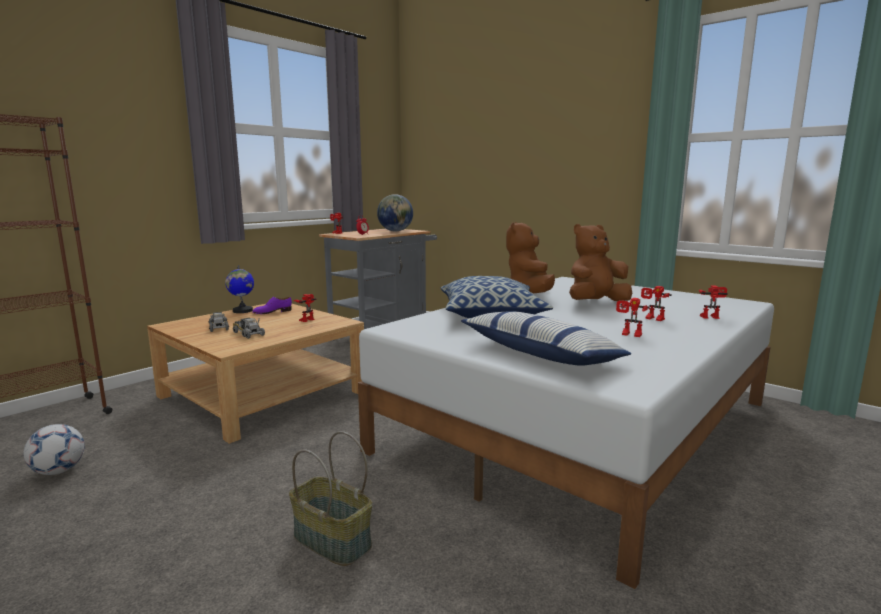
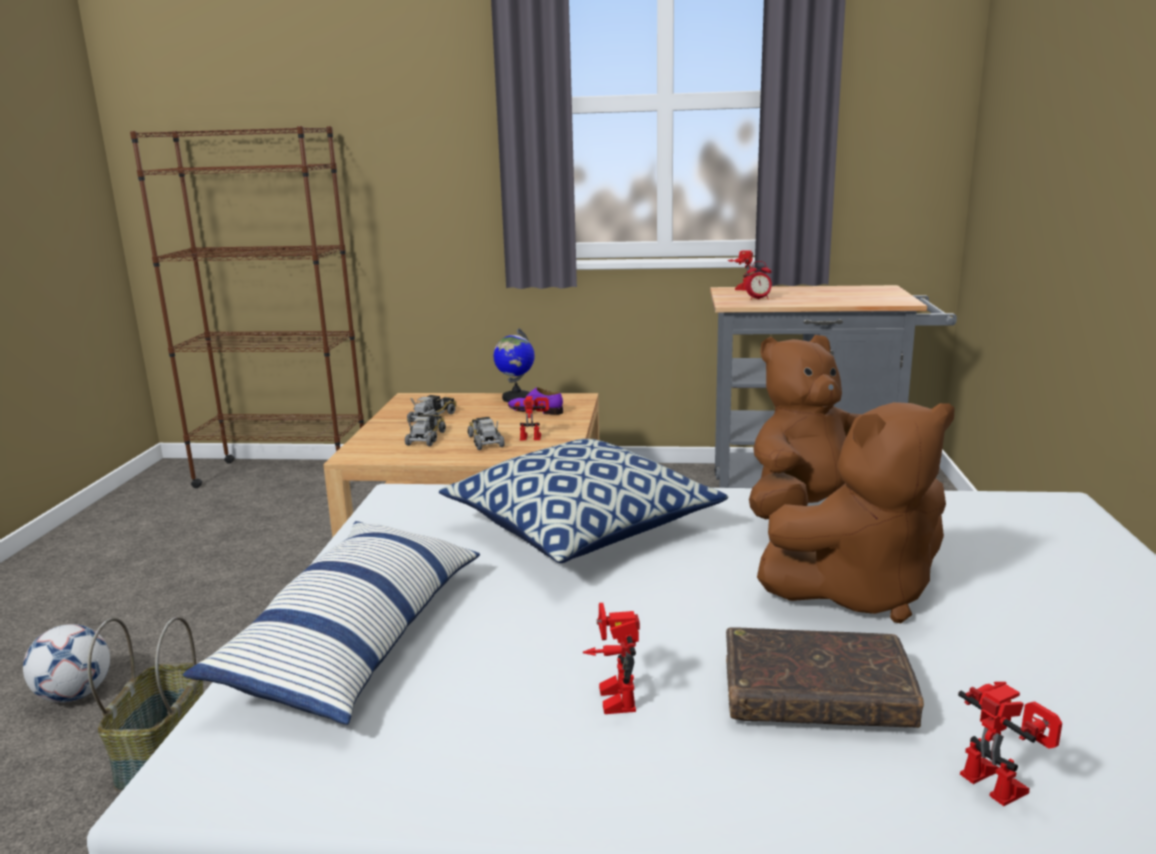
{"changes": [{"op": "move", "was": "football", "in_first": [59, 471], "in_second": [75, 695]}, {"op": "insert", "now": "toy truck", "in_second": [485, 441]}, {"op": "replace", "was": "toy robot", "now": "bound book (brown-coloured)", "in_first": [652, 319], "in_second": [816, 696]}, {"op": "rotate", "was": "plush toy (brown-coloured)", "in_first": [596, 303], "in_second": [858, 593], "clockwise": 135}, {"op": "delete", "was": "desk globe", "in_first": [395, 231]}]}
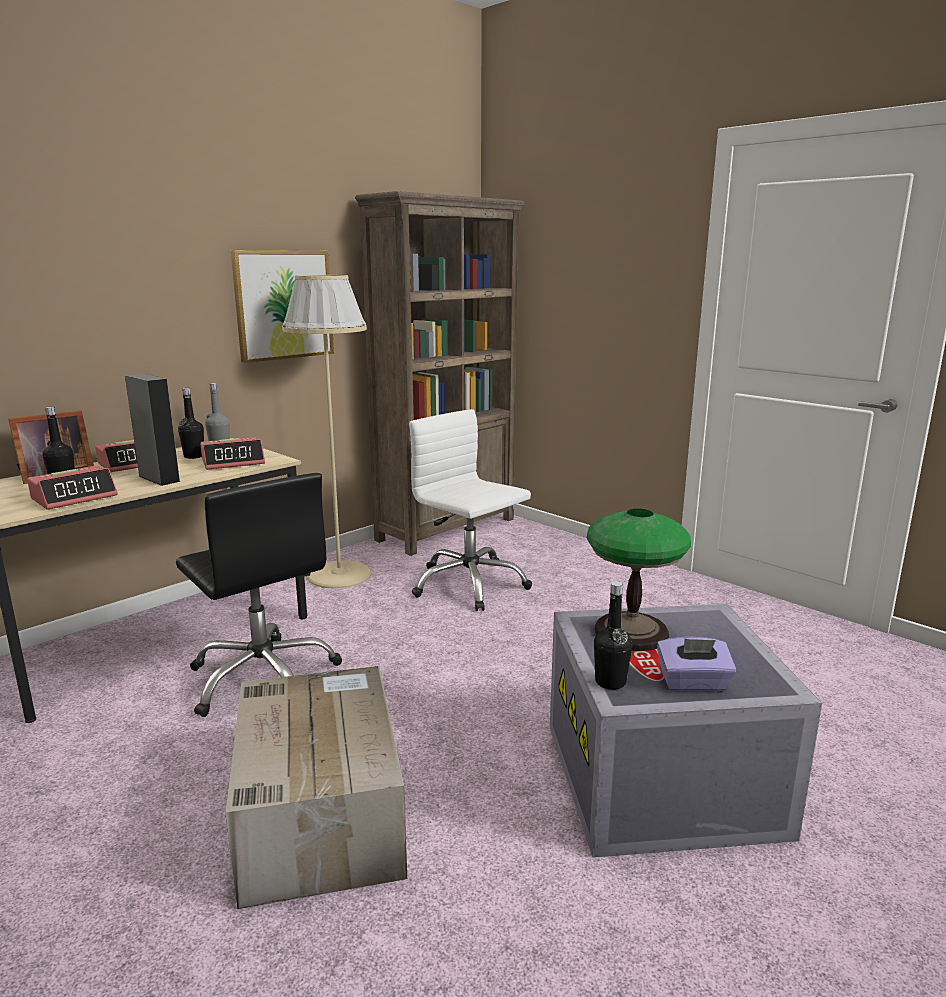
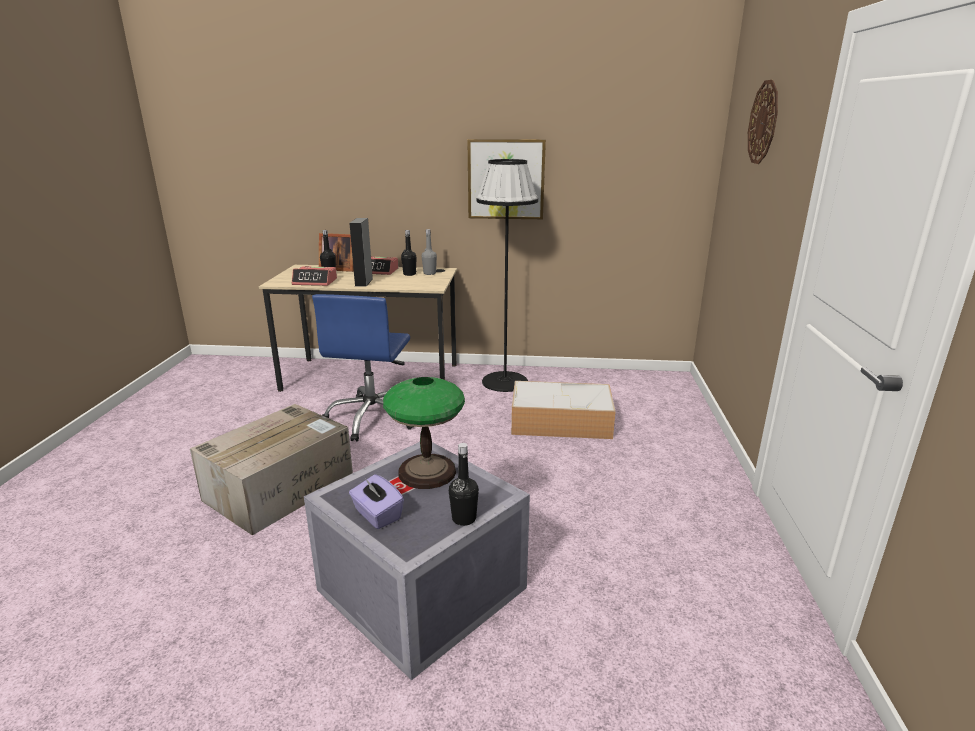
{"changes": [{"op": "recolor", "was": "office chair (black-coloured)", "now": "office chair (blue)", "in_first": [264, 678], "in_second": [372, 418]}, {"op": "move", "was": "beverage bottle (black-coloured)", "in_first": [610, 682], "in_second": [464, 518]}, {"op": "recolor", "was": "floor lamp (beige-coloured)", "now": "floor lamp (black-coloured)", "in_first": [339, 574], "in_second": [505, 381]}, {"op": "replace", "was": "office chair (white-coloured)", "now": "storage container", "in_first": [469, 584], "in_second": [562, 421]}, {"op": "insert", "now": "hanging clock", "in_second": [763, 122]}, {"op": "delete", "was": "bedside clock", "in_first": [233, 462]}, {"op": "delete", "was": "bookcase (brown-coloured)", "in_first": [447, 529]}]}
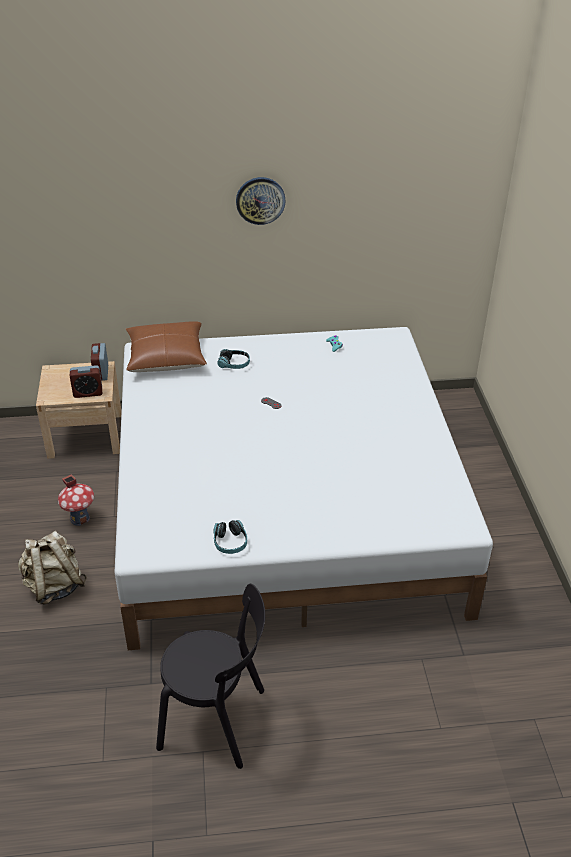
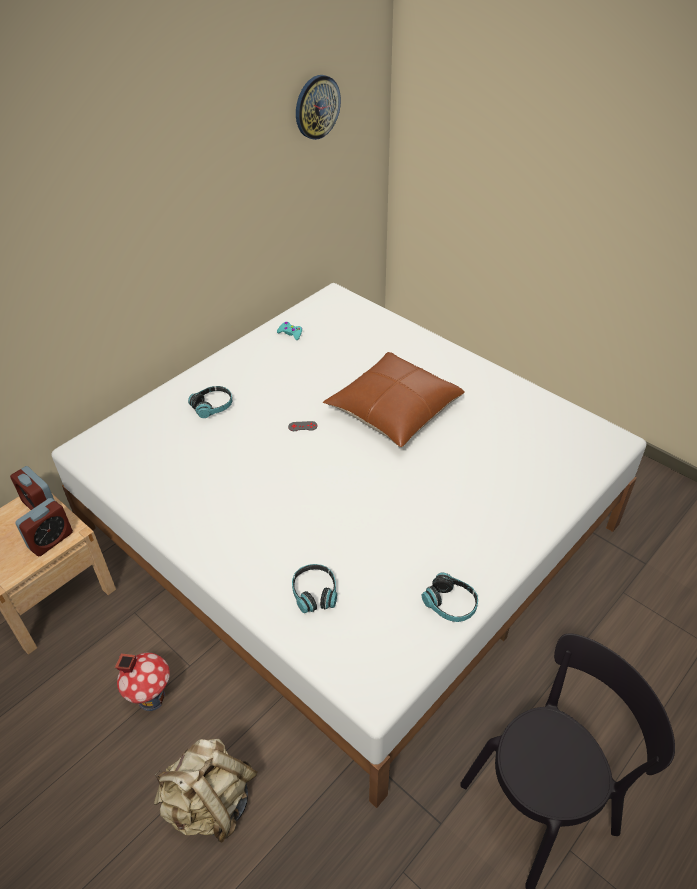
{"changes": [{"op": "insert", "now": "headphones", "in_second": [314, 593]}, {"op": "move", "was": "hanging clock", "in_first": [260, 200], "in_second": [317, 107]}, {"op": "move", "was": "cushion (brown-coloured)", "in_first": [166, 357], "in_second": [393, 410]}]}
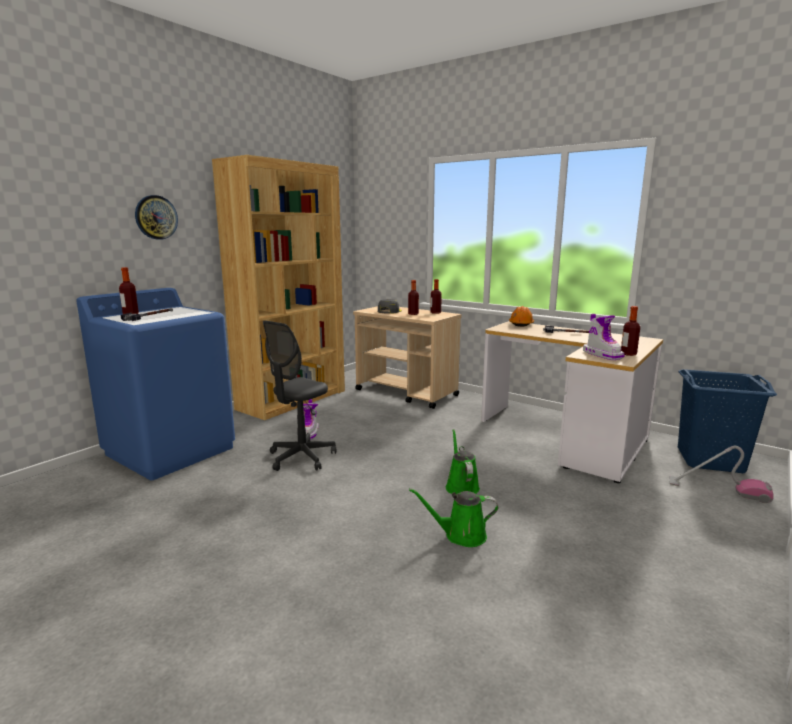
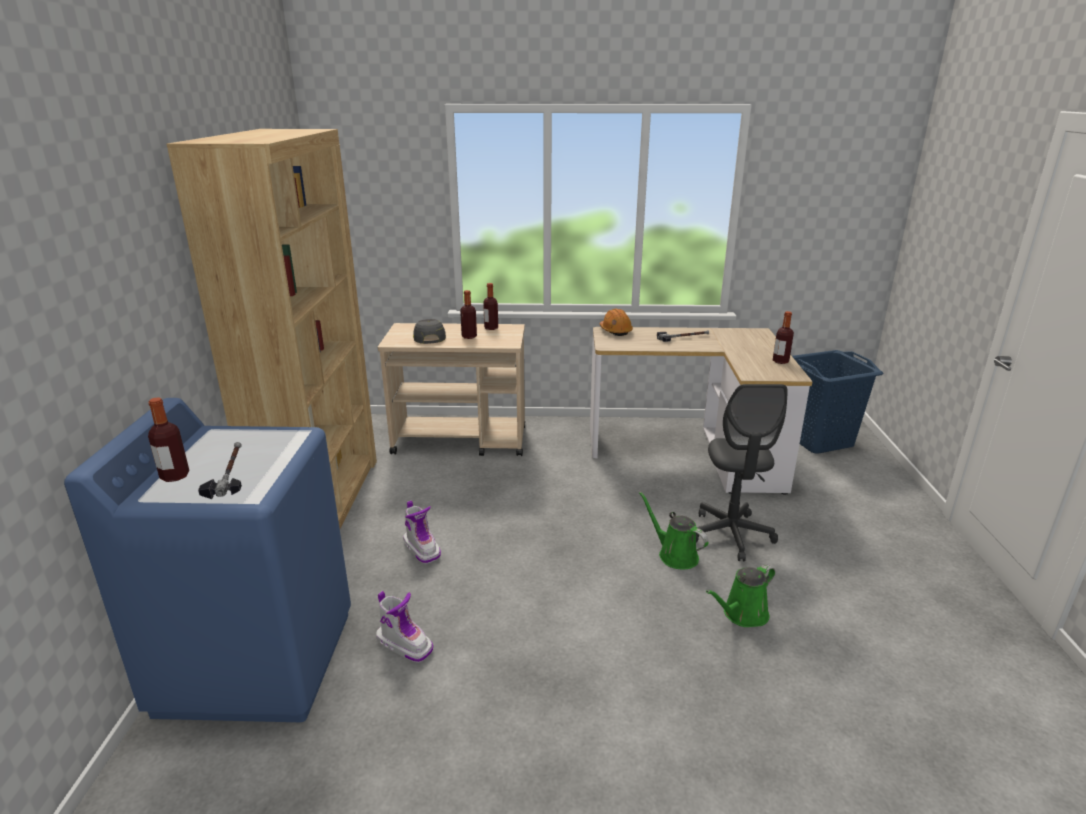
{"changes": [{"op": "move", "was": "tall boot", "in_first": [602, 354], "in_second": [405, 644]}, {"op": "move", "was": "office chair (gray)", "in_first": [301, 457], "in_second": [731, 535]}, {"op": "delete", "was": "hanging clock", "in_first": [156, 217]}, {"op": "delete", "was": "hoover", "in_first": [718, 490]}]}
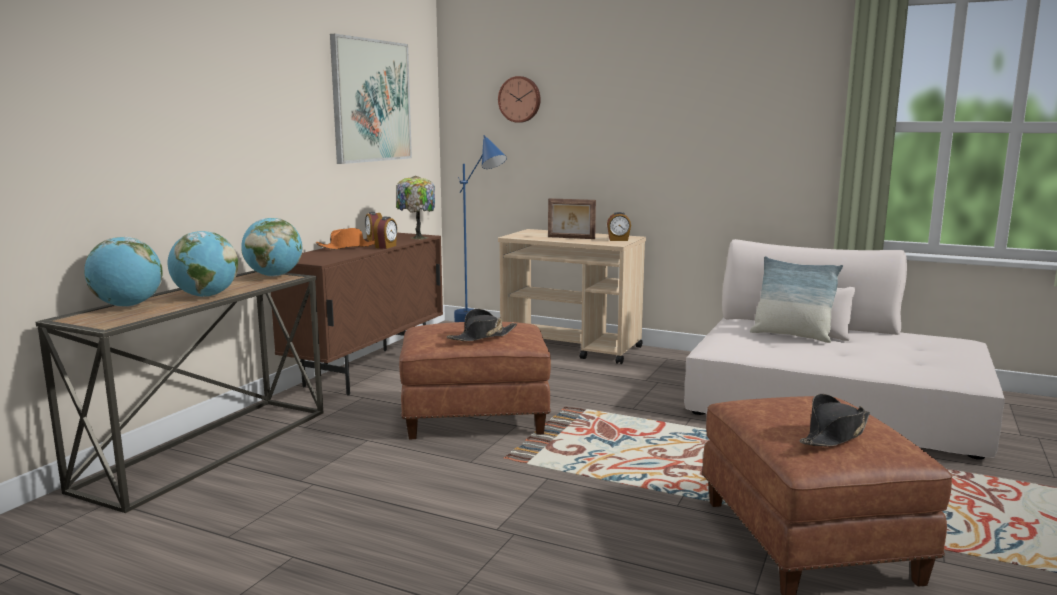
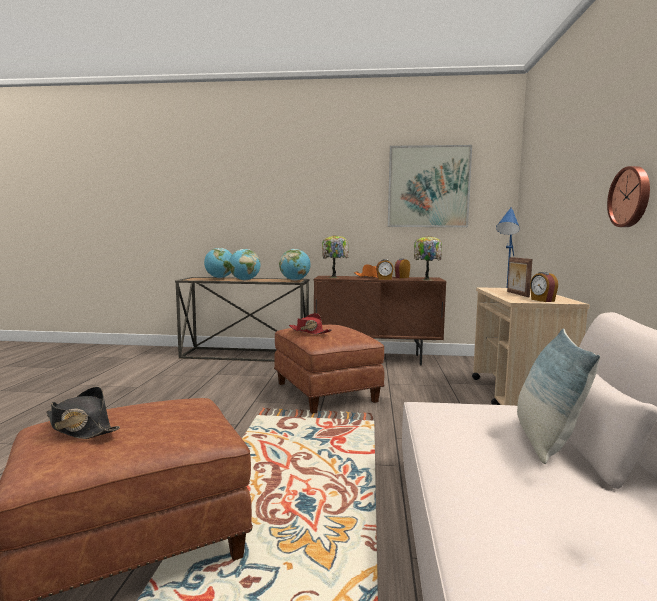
{"changes": [{"op": "recolor", "was": "wearable hat (black-coloured)", "now": "wearable hat (red-coloured)", "in_first": [482, 336], "in_second": [309, 331]}, {"op": "insert", "now": "tabletop lamp", "in_second": [334, 277]}, {"op": "move", "was": "hanging clock", "in_first": [520, 99], "in_second": [631, 197]}]}
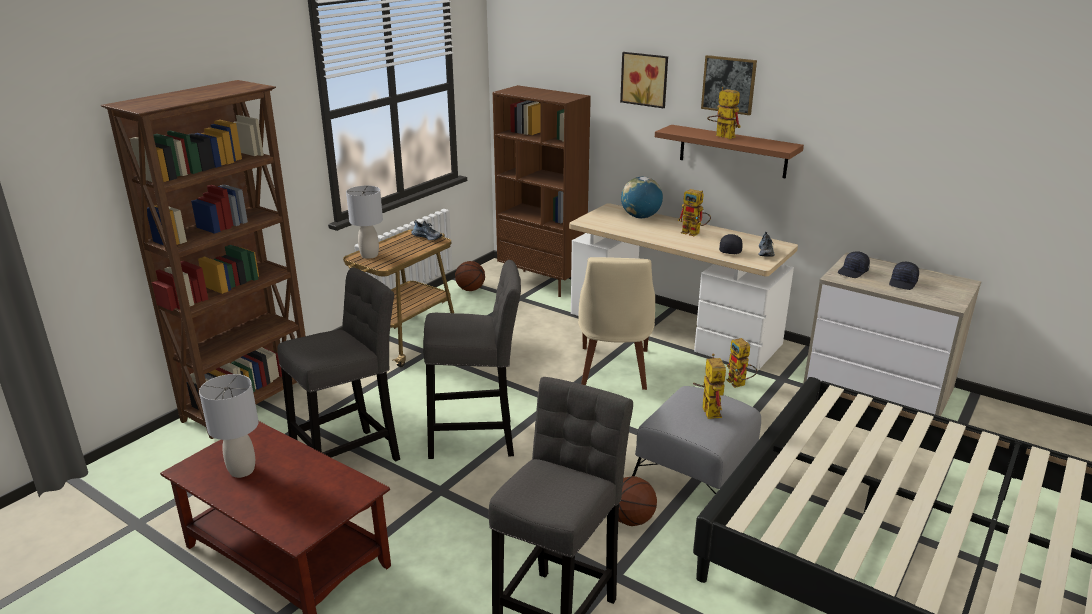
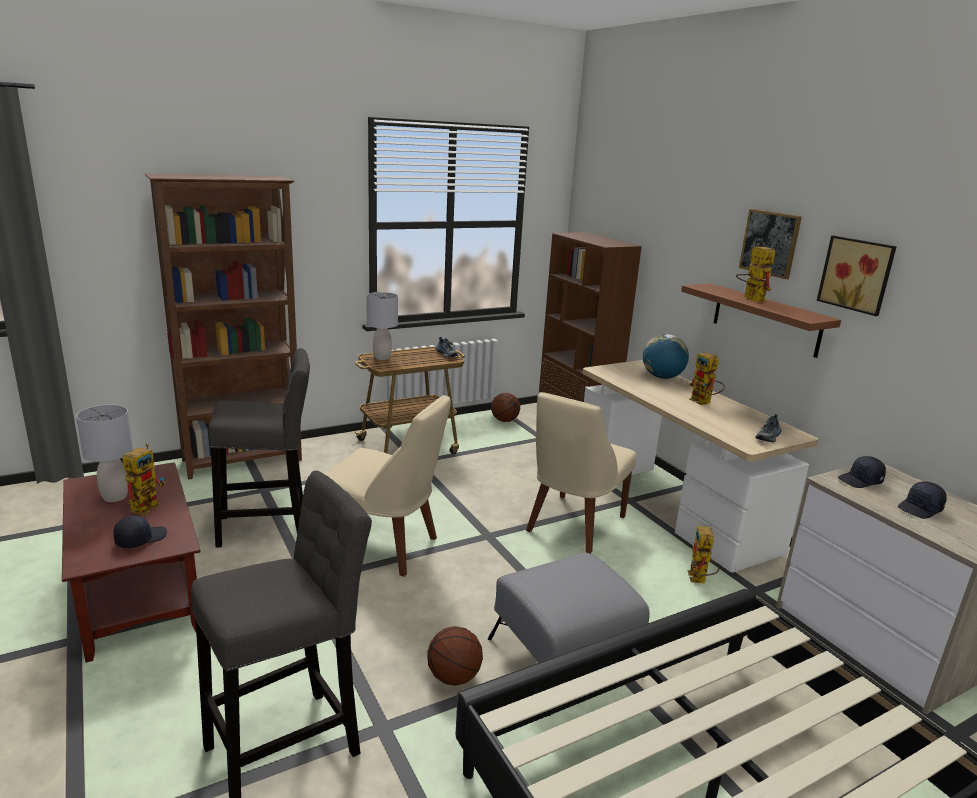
{"changes": [{"op": "move", "was": "baseball cap (black-coloured)", "in_first": [730, 250], "in_second": [140, 539]}, {"op": "move", "was": "toy robot", "in_first": [707, 409], "in_second": [148, 505]}, {"op": "replace", "was": "stool seat (gray)", "now": "plain chair (beige-coloured)", "in_first": [477, 439], "in_second": [384, 547]}, {"op": "move", "was": "wall picture", "in_first": [645, 79], "in_second": [857, 274]}]}
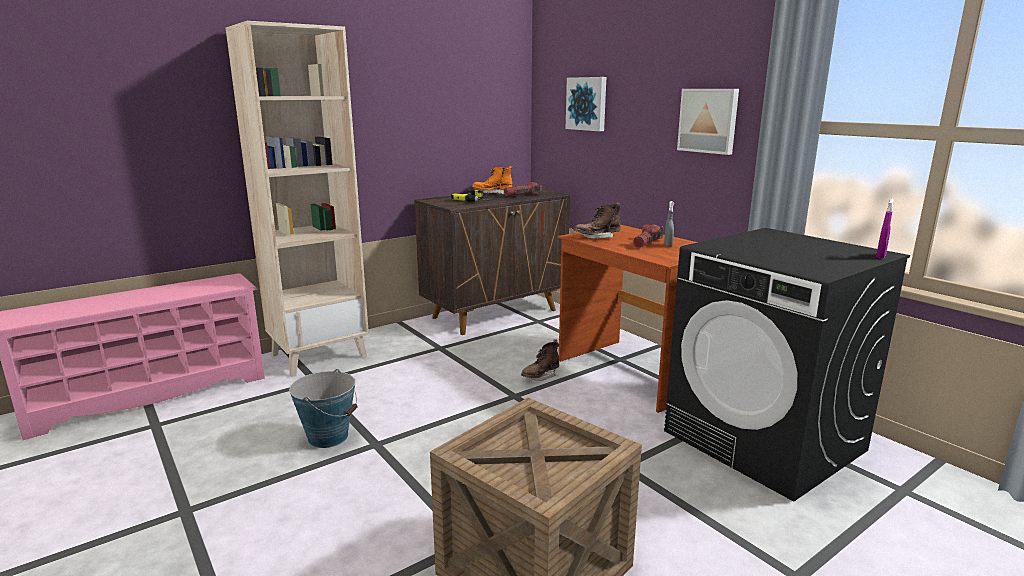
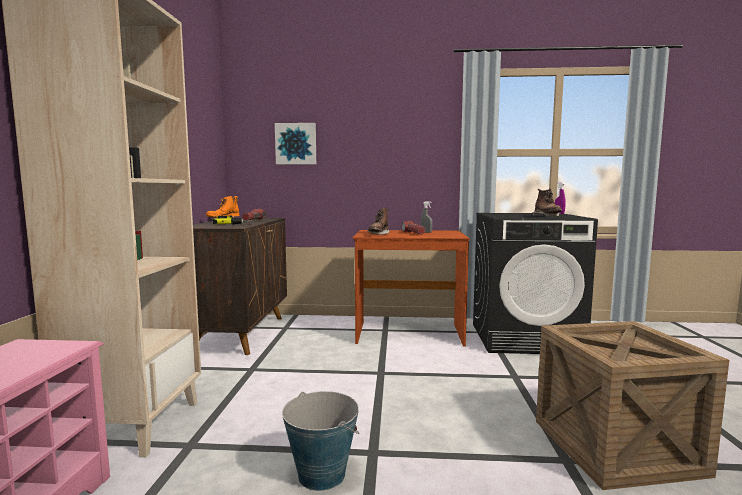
{"changes": [{"op": "move", "was": "tall boot (brown-coloured)", "in_first": [540, 376], "in_second": [547, 217]}, {"op": "delete", "was": "wall picture", "in_first": [708, 120]}]}
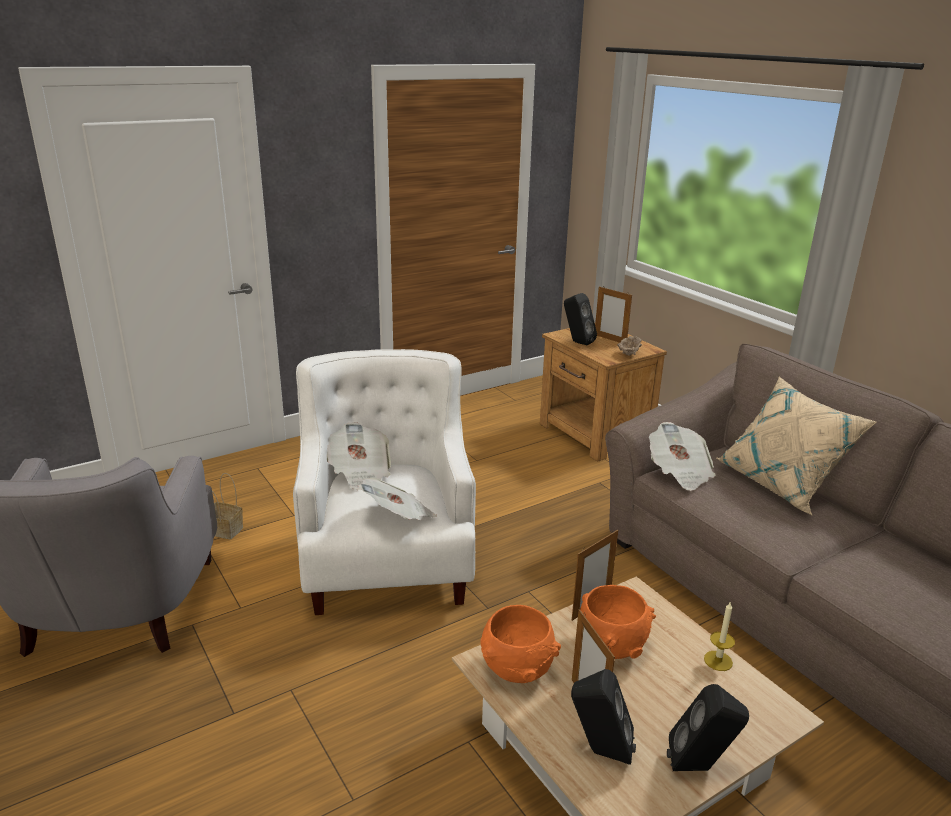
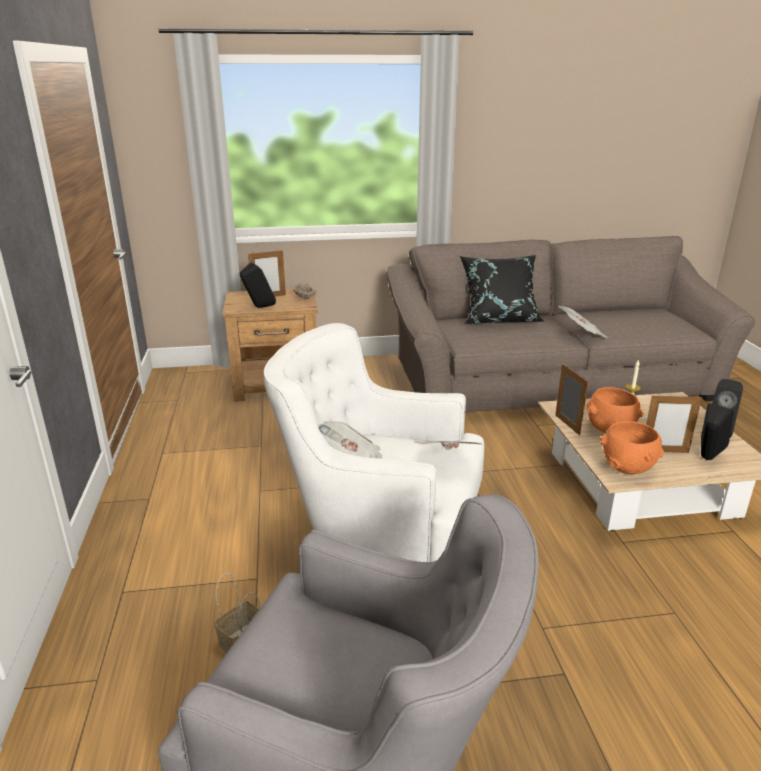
{"changes": [{"op": "recolor", "was": "cushion (beige-coloured)", "now": "cushion (black-coloured)", "in_first": [781, 483], "in_second": [499, 319]}, {"op": "move", "was": "daily paper", "in_first": [679, 472], "in_second": [581, 334]}]}
